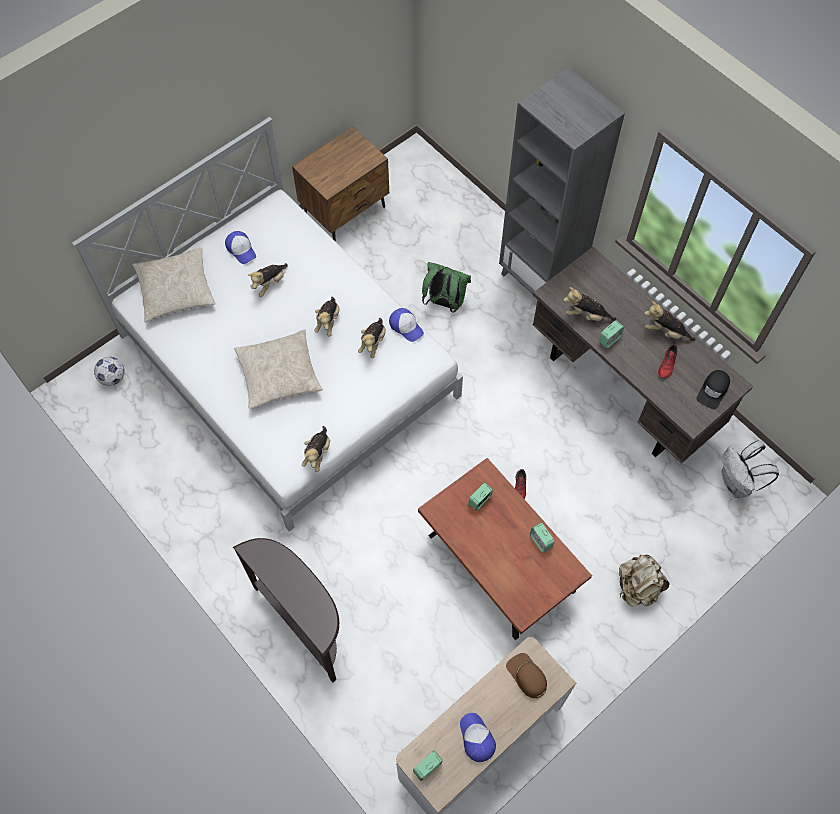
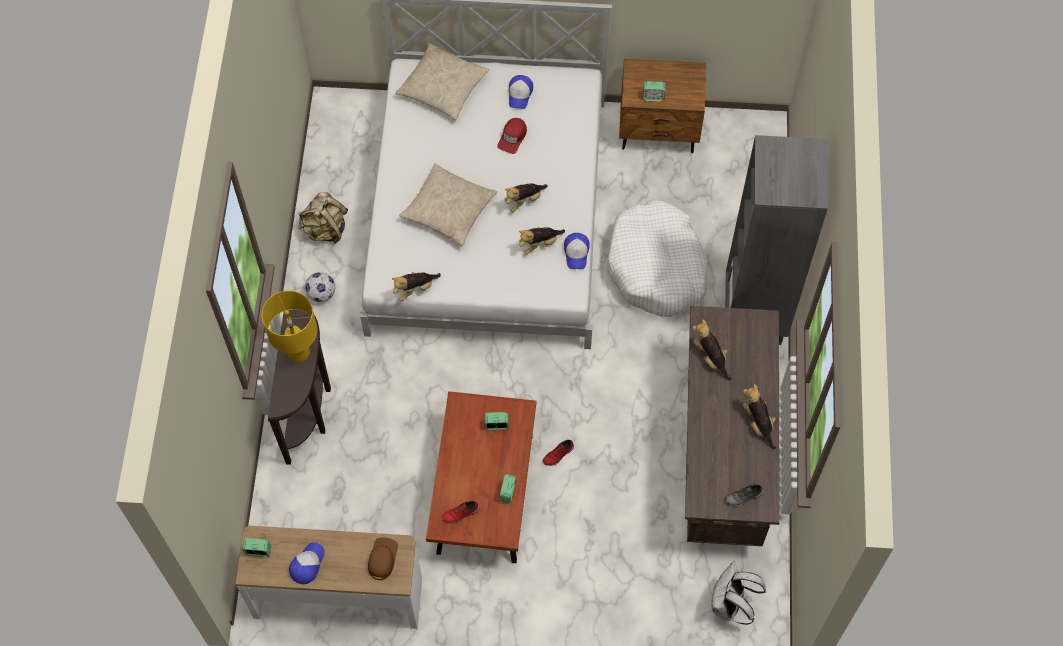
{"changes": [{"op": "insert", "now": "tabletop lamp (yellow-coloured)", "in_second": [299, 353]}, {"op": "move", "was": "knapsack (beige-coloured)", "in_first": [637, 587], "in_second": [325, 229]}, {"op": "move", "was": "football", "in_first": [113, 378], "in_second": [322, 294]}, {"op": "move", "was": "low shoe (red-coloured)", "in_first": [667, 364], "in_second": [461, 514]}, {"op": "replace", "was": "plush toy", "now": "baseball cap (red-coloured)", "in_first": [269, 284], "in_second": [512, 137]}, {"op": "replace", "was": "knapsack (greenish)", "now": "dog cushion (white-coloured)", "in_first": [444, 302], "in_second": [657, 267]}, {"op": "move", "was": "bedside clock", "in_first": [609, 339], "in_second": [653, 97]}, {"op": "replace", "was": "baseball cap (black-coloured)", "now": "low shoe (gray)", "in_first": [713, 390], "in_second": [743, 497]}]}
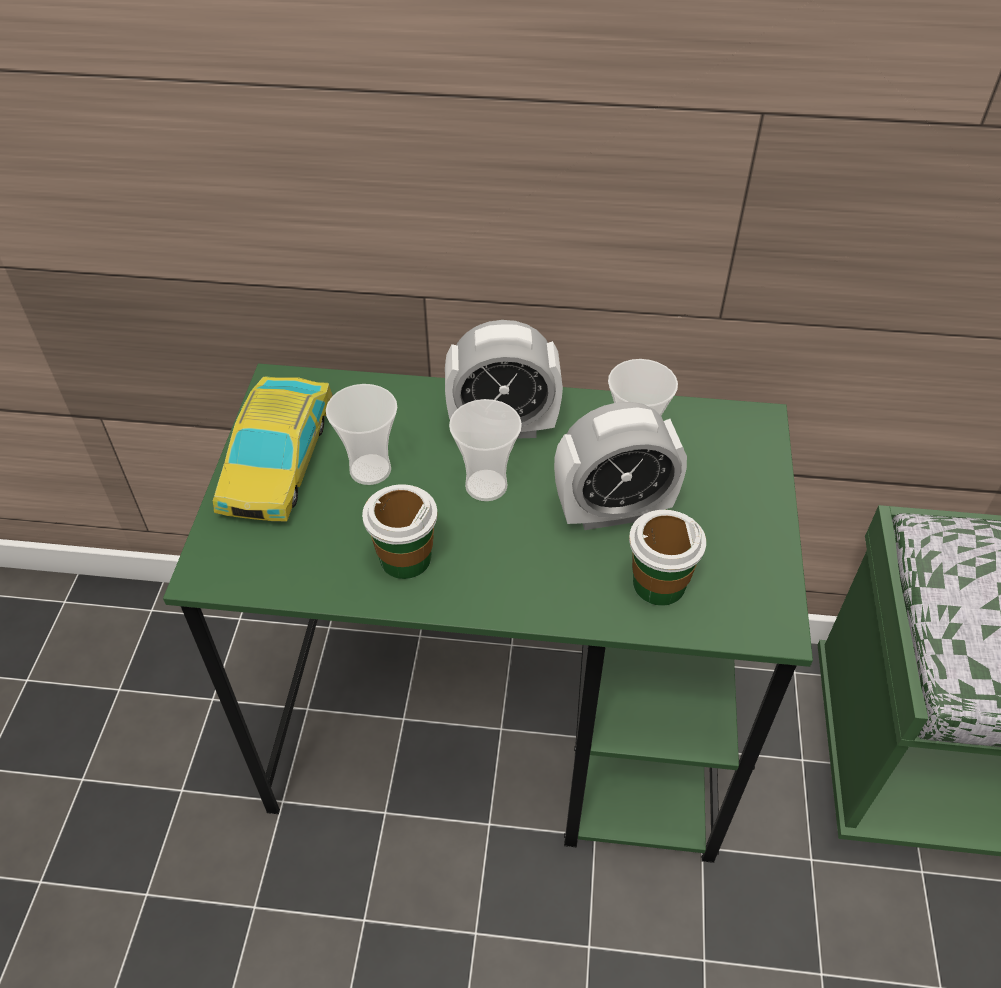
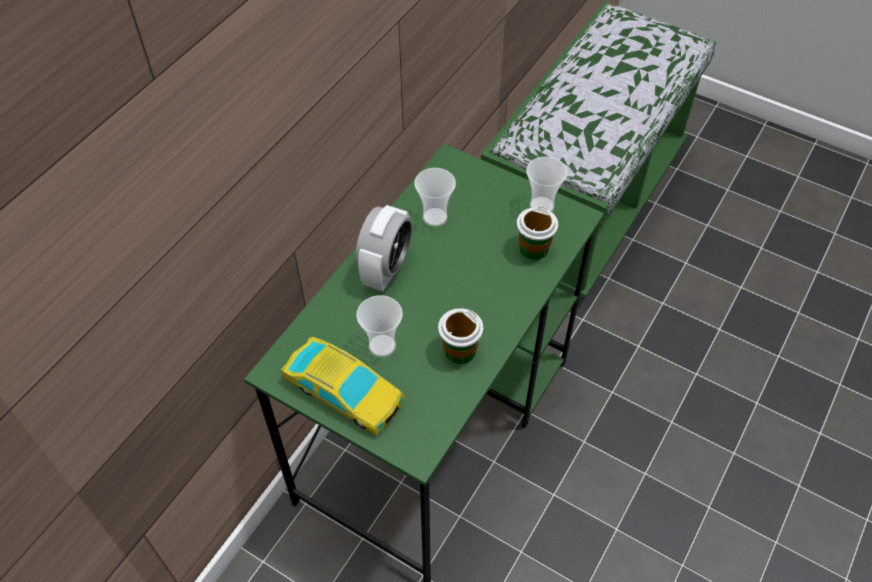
{"changes": [{"op": "move", "was": "drinking cup", "in_first": [486, 485], "in_second": [541, 206]}, {"op": "delete", "was": "bedside clock", "in_first": [613, 511]}]}
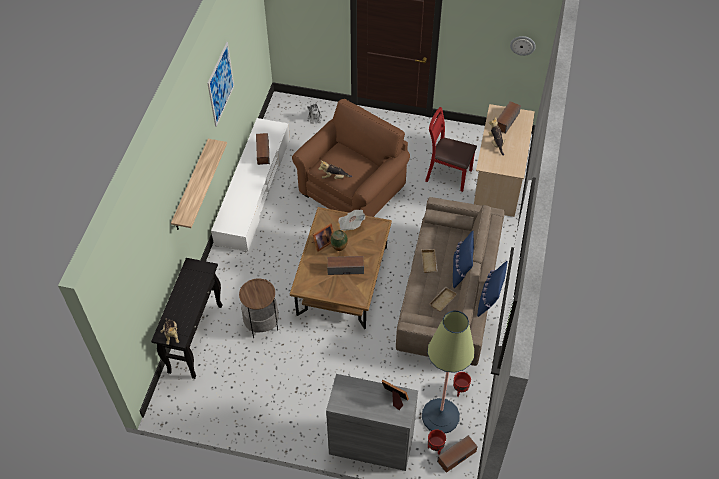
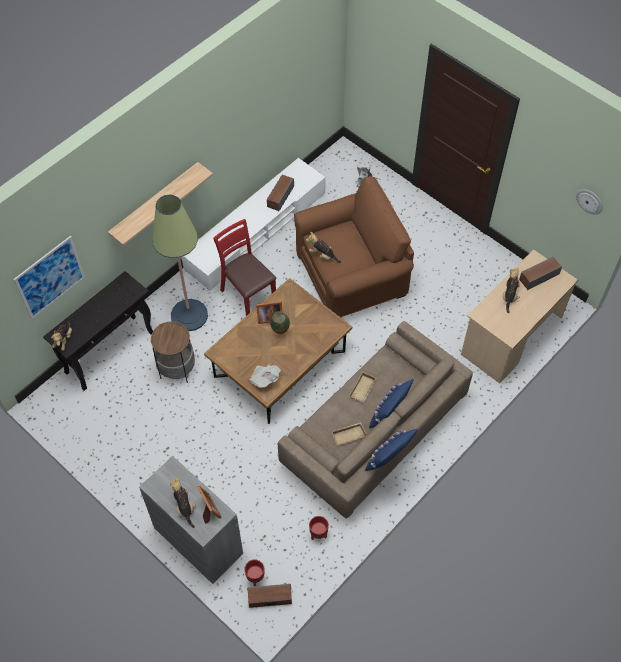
{"changes": [{"op": "move", "was": "wall picture", "in_first": [220, 84], "in_second": [50, 277]}, {"op": "move", "was": "floor lamp", "in_first": [440, 416], "in_second": [189, 315]}, {"op": "insert", "now": "plush toy", "in_second": [184, 506]}, {"op": "move", "was": "plain chair (red-coloured)", "in_first": [448, 175], "in_second": [248, 294]}, {"op": "move", "was": "daily paper", "in_first": [351, 224], "in_second": [265, 379]}, {"op": "delete", "was": "loudspeaker", "in_first": [345, 268]}]}
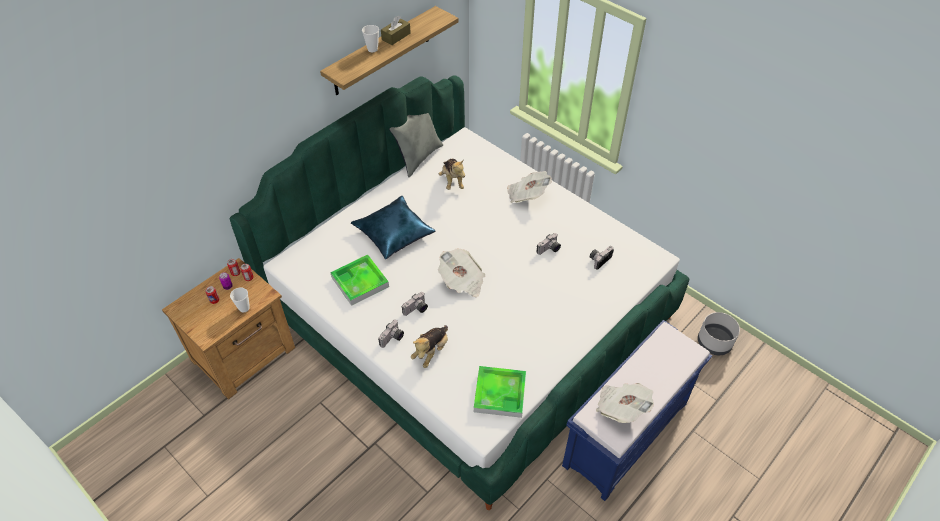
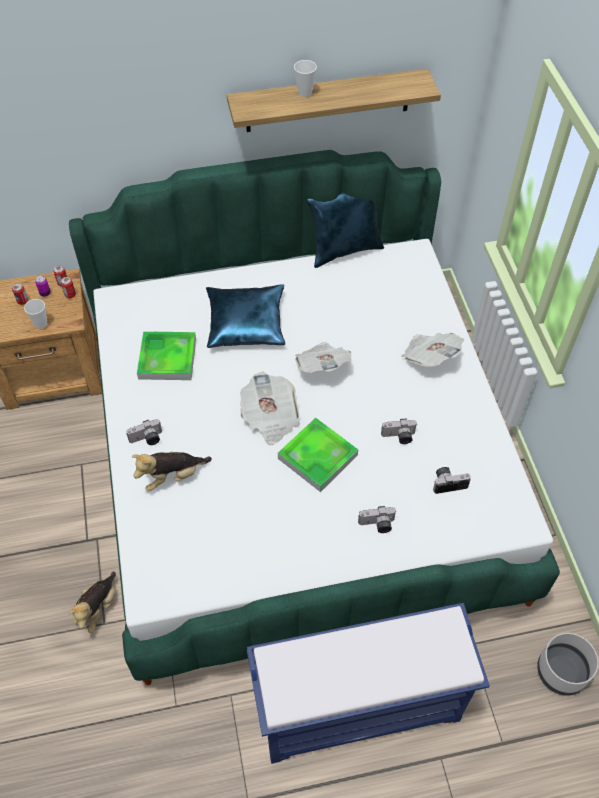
{"changes": [{"op": "move", "was": "plush toy", "in_first": [452, 181], "in_second": [98, 608]}, {"op": "move", "was": "carrying tray", "in_first": [500, 393], "in_second": [317, 457]}, {"op": "move", "was": "daily paper", "in_first": [621, 407], "in_second": [322, 366]}, {"op": "recolor", "was": "cushion (gray)", "now": "cushion (blue)", "in_first": [418, 157], "in_second": [344, 249]}, {"op": "move", "was": "still camera", "in_first": [416, 310], "in_second": [377, 525]}, {"op": "delete", "was": "tissue box (brown-coloured)", "in_first": [396, 36]}]}
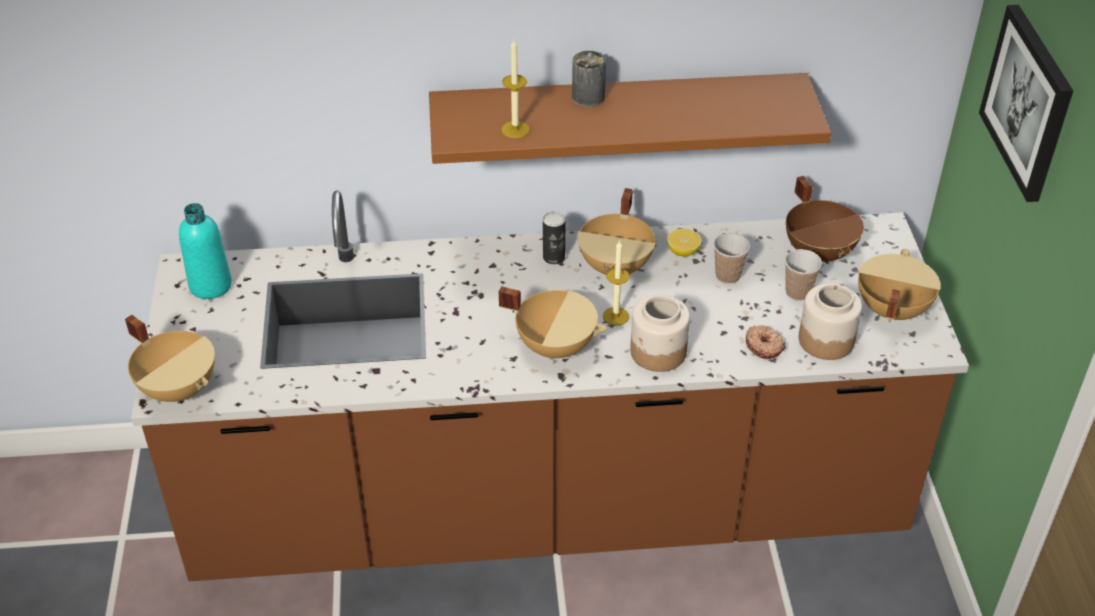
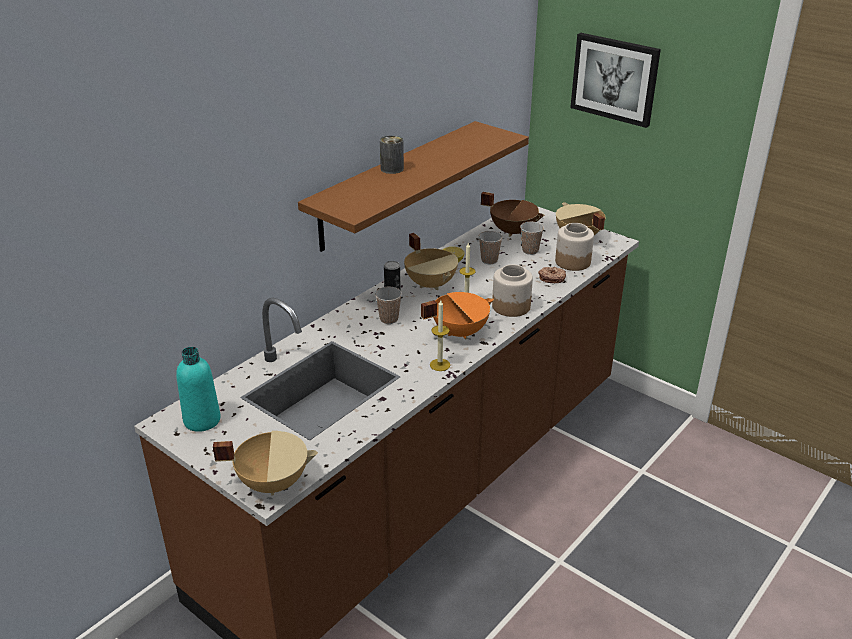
{"changes": [{"op": "insert", "now": "drinking cup", "in_second": [389, 319]}, {"op": "recolor", "was": "saucepot (beige-coloured)", "now": "saucepot (orange-coloured)", "in_first": [556, 346], "in_second": [459, 332]}, {"op": "move", "was": "wax light", "in_first": [515, 129], "in_second": [440, 365]}]}
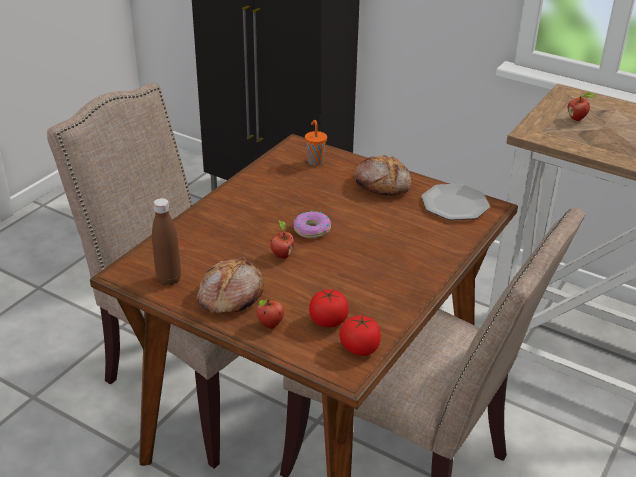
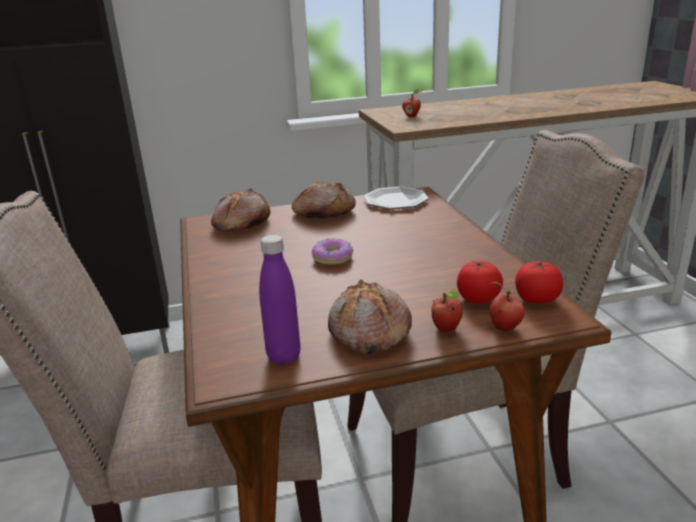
{"changes": [{"op": "replace", "was": "drinking cup (orange-coloured)", "now": "baked bread", "in_first": [315, 161], "in_second": [241, 223]}, {"op": "recolor", "was": "beverage bottle (brown-coloured)", "now": "beverage bottle (purple-coloured)", "in_first": [169, 279], "in_second": [284, 357]}, {"op": "move", "was": "whole apple", "in_first": [281, 255], "in_second": [503, 328]}]}
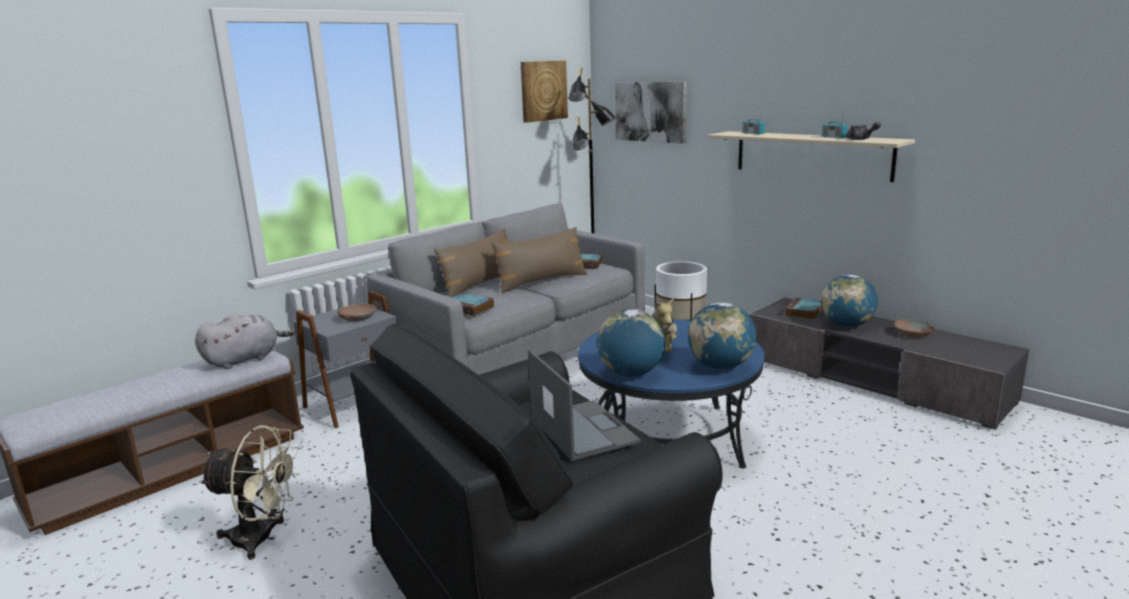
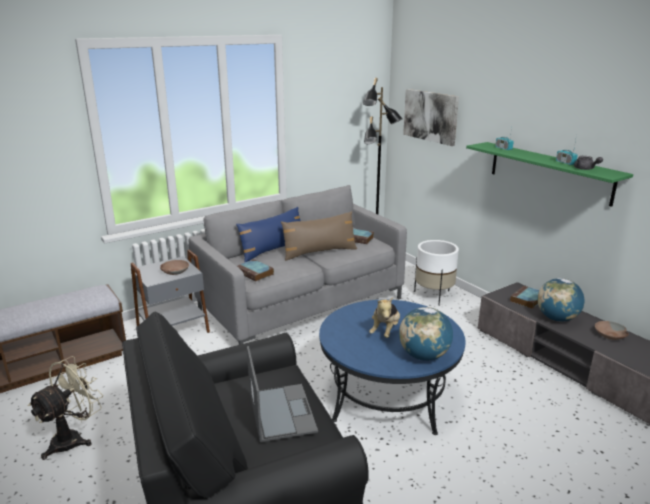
{"changes": [{"op": "rotate", "was": "cooling fan (beige-coloured)", "in_first": [262, 539], "in_second": [73, 438], "clockwise": -75}, {"op": "recolor", "was": "cushion (brown-coloured)", "now": "cushion (blue)", "in_first": [480, 285], "in_second": [273, 250]}, {"op": "recolor", "was": "shelf (beige-coloured)", "now": "shelf (greenish)", "in_first": [811, 155], "in_second": [549, 172]}, {"op": "delete", "was": "plush toy (gray)", "in_first": [245, 359]}, {"op": "delete", "was": "wall picture", "in_first": [543, 91]}, {"op": "delete", "was": "desk globe", "in_first": [631, 373]}]}
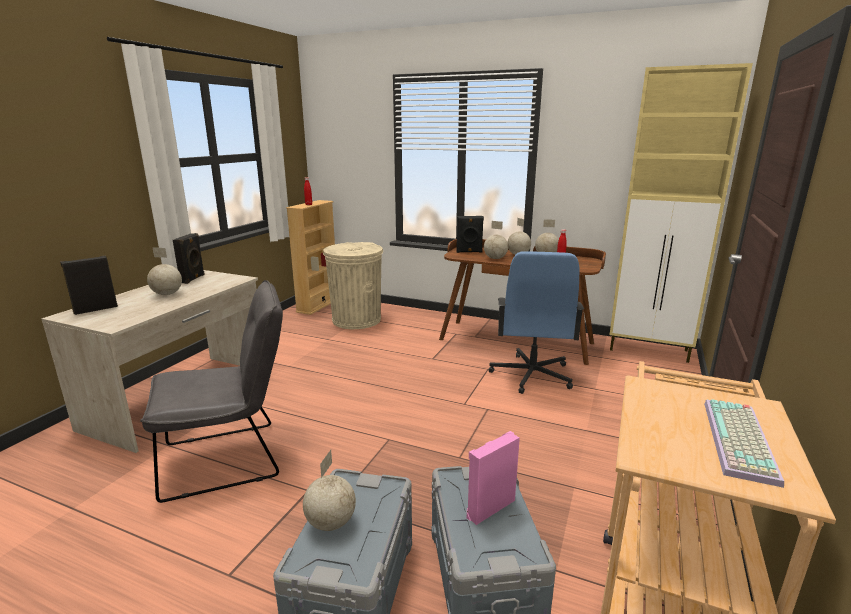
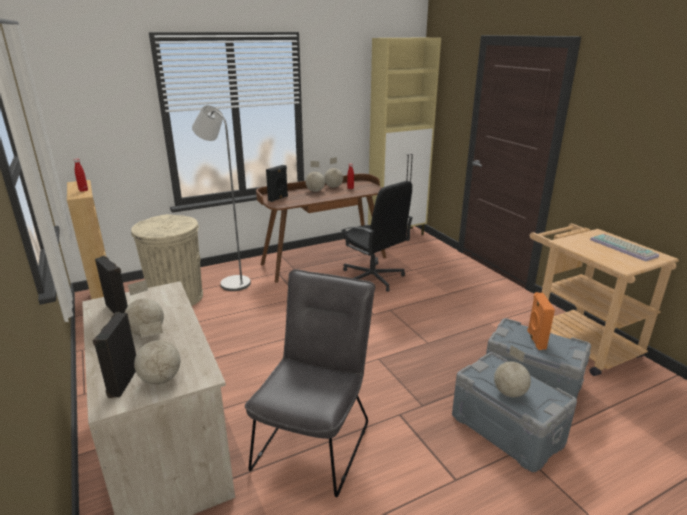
{"changes": [{"op": "move", "was": "desk globe", "in_first": [495, 258], "in_second": [160, 379]}, {"op": "insert", "now": "floor lamp (gray)", "in_second": [231, 282]}, {"op": "recolor", "was": "office chair (blue)", "now": "office chair (black-coloured)", "in_first": [531, 375], "in_second": [372, 278]}, {"op": "recolor", "was": "loudspeaker (pink)", "now": "loudspeaker (orange-coloured)", "in_first": [489, 508], "in_second": [535, 340]}]}
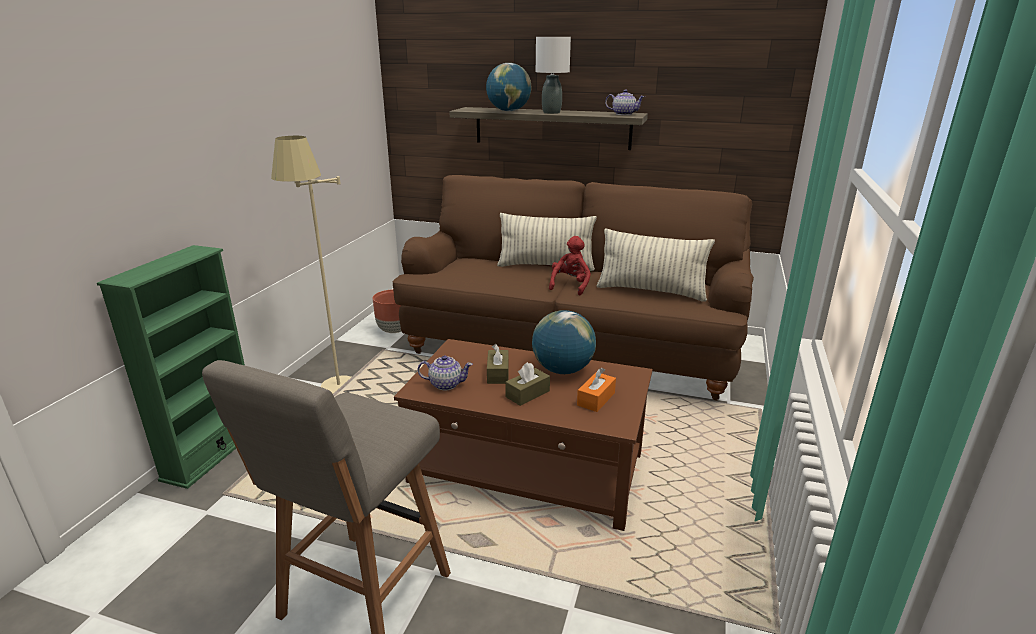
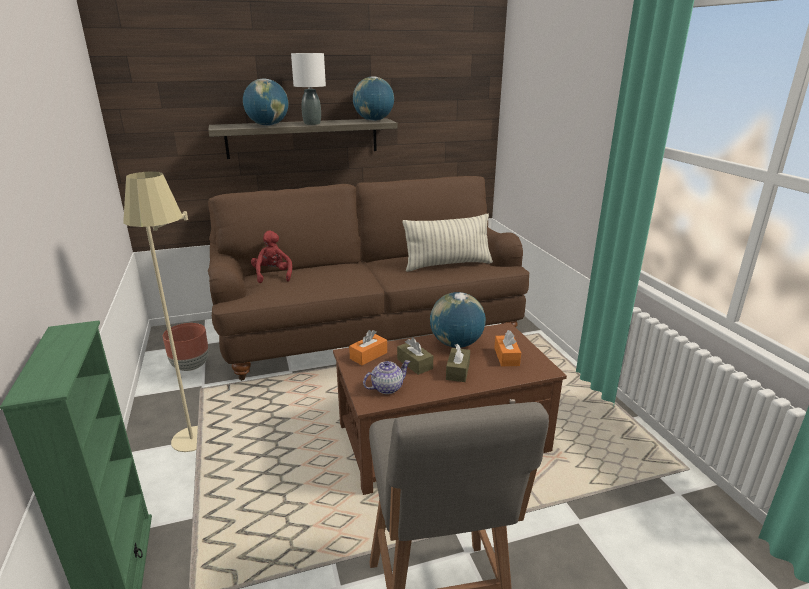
{"changes": [{"op": "move", "was": "plush toy (red-coloured)", "in_first": [570, 285], "in_second": [273, 275]}, {"op": "insert", "now": "tissue box (orange-coloured)", "in_second": [368, 355]}, {"op": "replace", "was": "teapot", "now": "desk globe", "in_first": [623, 114], "in_second": [373, 120]}, {"op": "delete", "was": "cushion", "in_first": [546, 266]}]}
